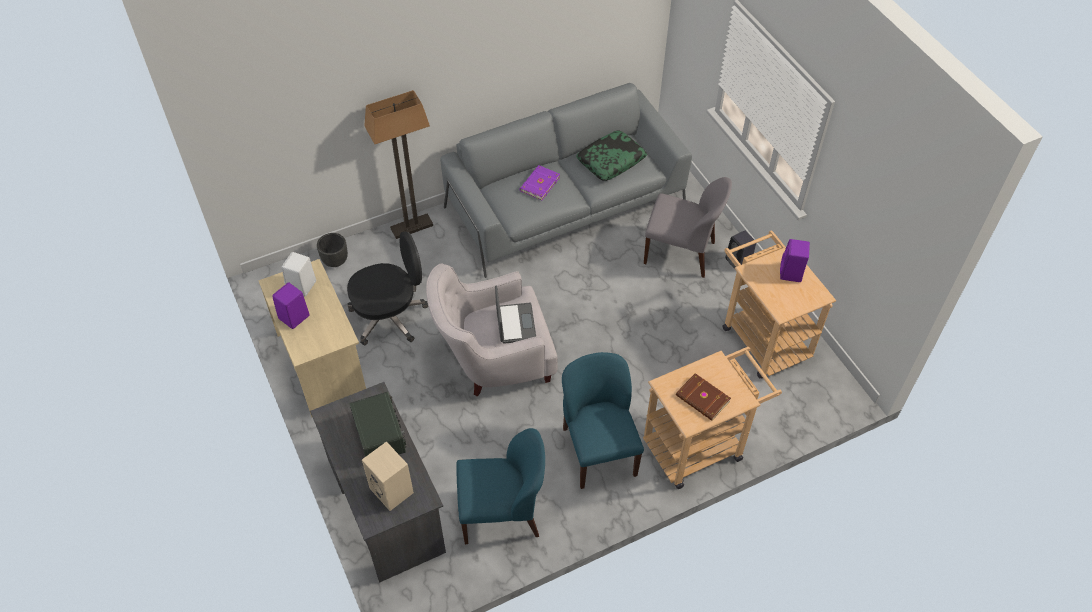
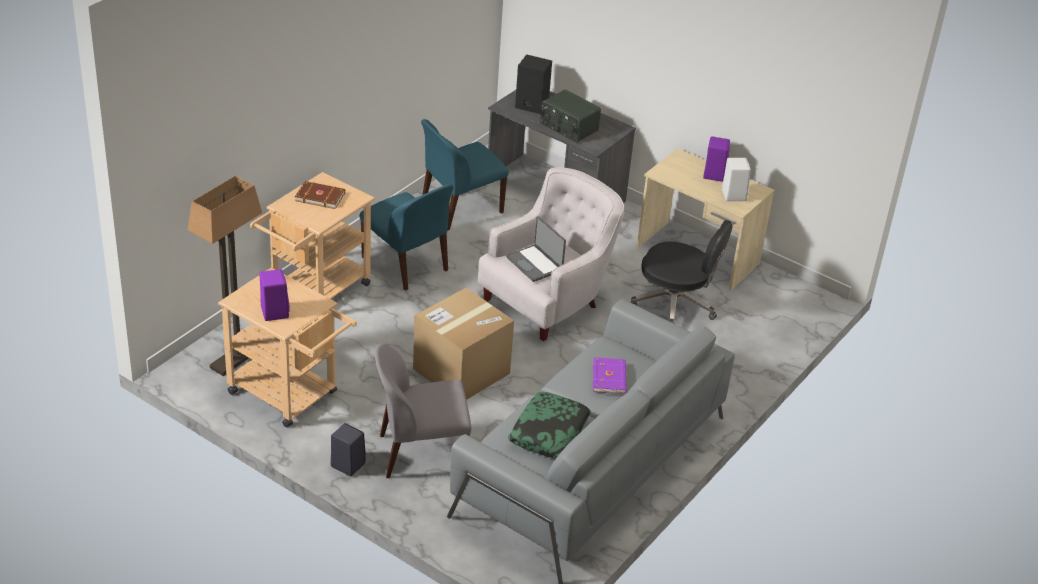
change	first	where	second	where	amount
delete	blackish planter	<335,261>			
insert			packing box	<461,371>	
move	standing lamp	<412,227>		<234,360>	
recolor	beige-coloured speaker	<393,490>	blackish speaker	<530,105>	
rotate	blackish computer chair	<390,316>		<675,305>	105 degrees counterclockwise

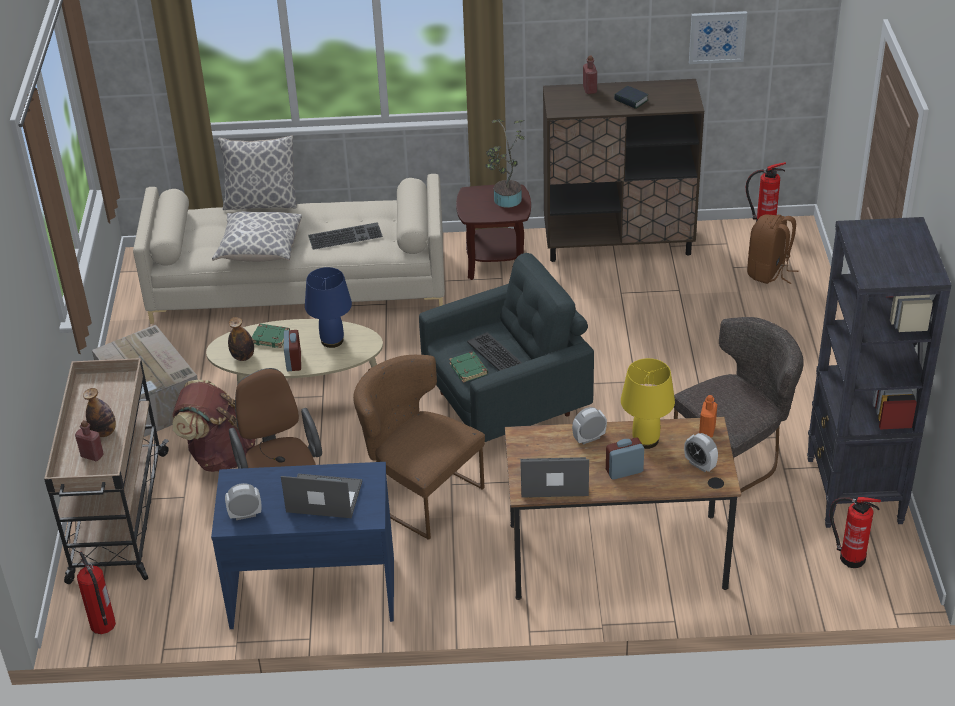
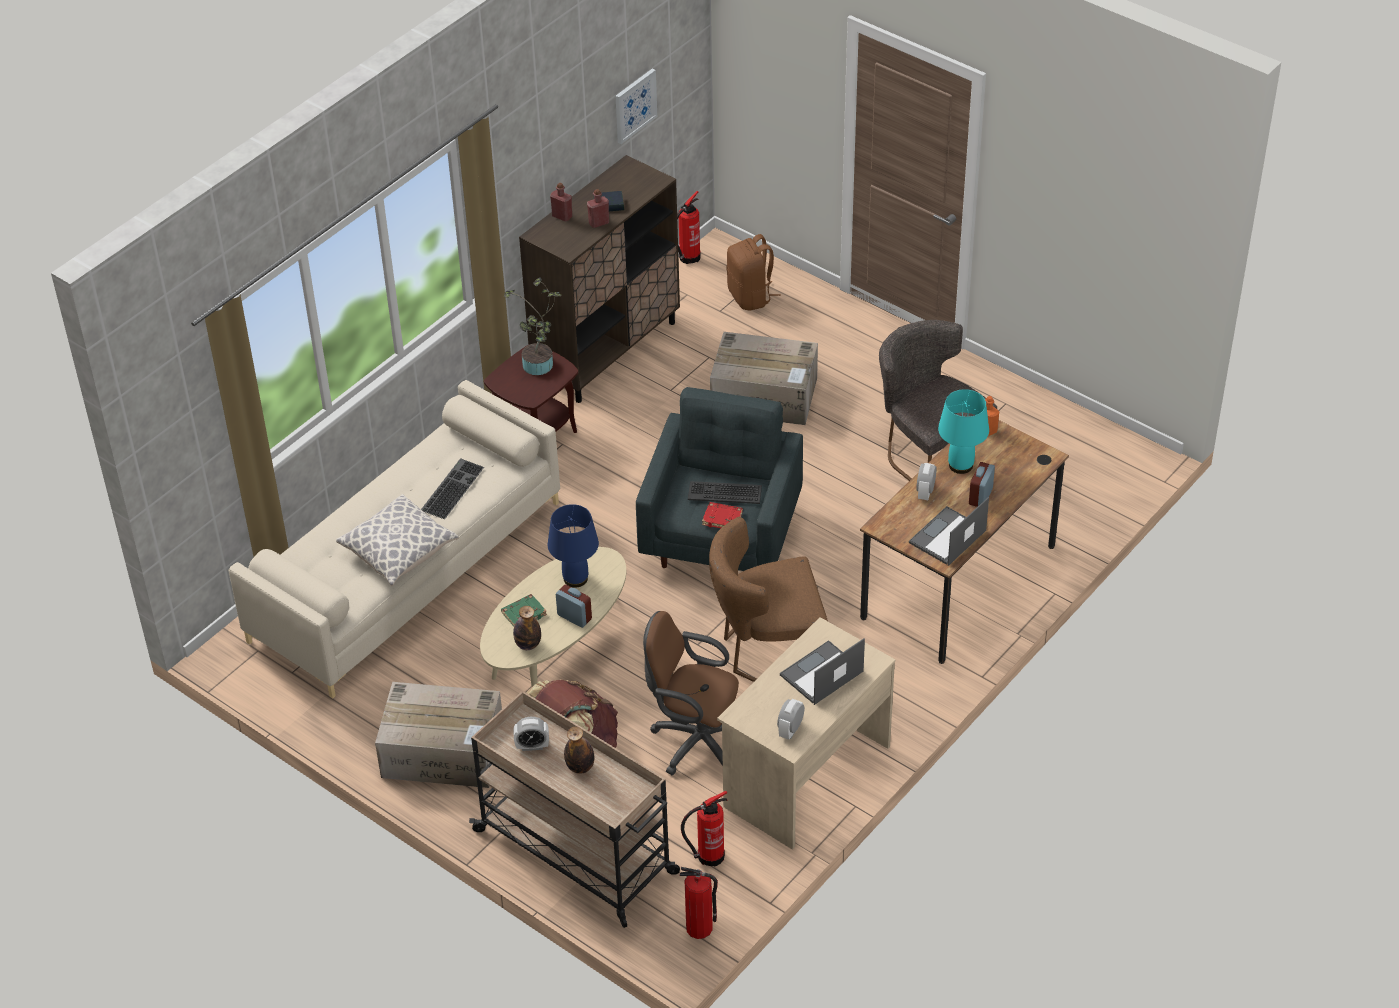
change	first	where	second	where	amount
delete	throw pillow	<261,203>			
delete	blackish bookcase	<854,491>			
insert			packing box	<765,395>	
move	red bottle	<92,455>		<599,223>	
move	alarm clock	<700,465>		<532,746>	
move	extinguisher	<850,557>		<708,856>	
recolor	blue-coloured desk unit	<312,591>	beige-coloured desk unit	<805,775>	
recolor	greenish volume	<469,369>	red volume	<723,518>	
recolor	yellow-coloured lamp for a table	<646,439>	turquoise lamp for a table	<960,465>	
rotate	gray chair	<735,455>		<928,452>	45 degrees counterclockwise

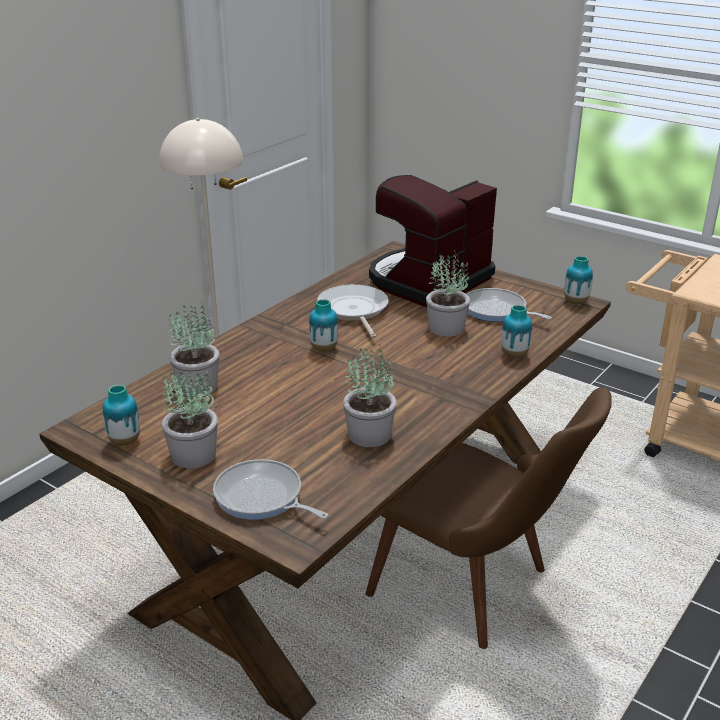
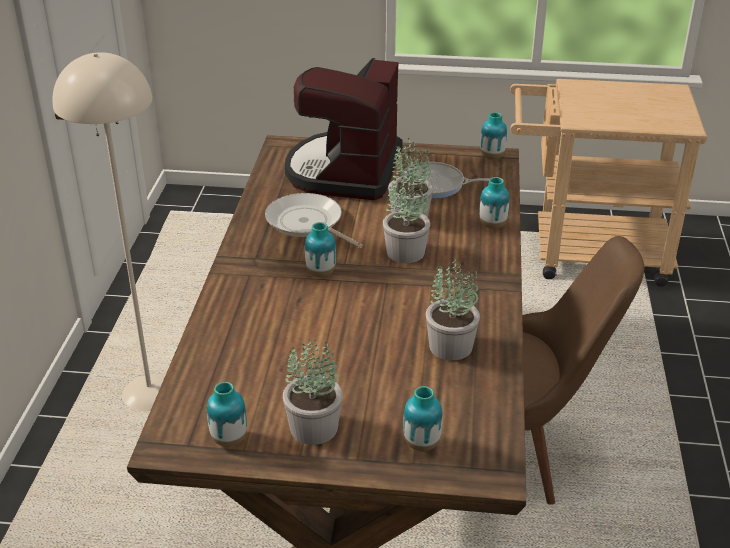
change	first	where	second	where	amount
move	plant in a pot	<197,386>		<404,252>	
replace	frying pan	<262,498>	flower vase	<421,444>	

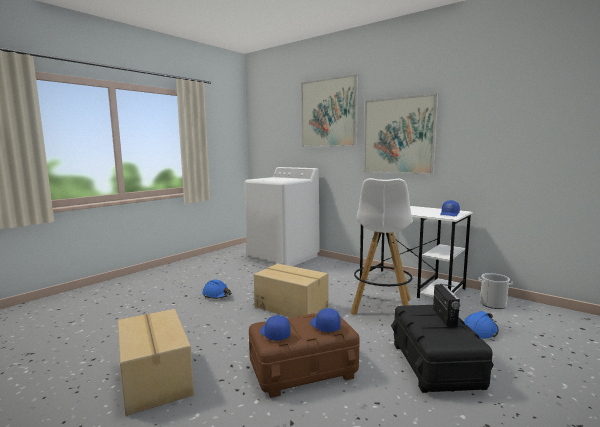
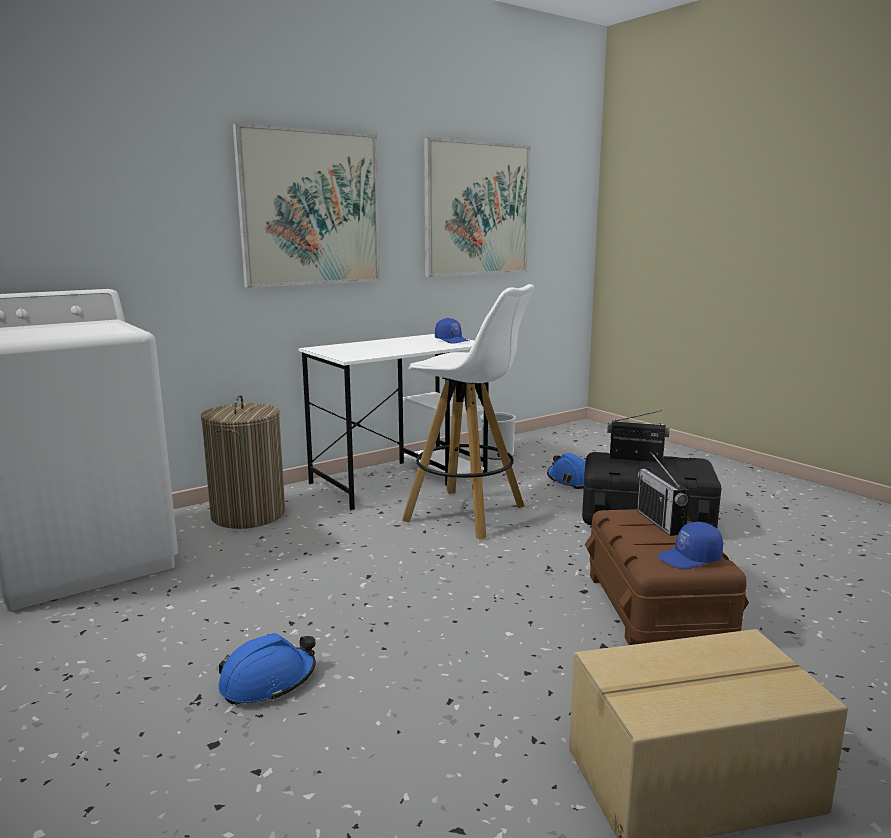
change	first	where	second	where	amount
delete	packing box	<291,306>			
insert			hamper	<248,514>	
move	picture	<329,113>		<477,209>	
replace	blue-coloured cap	<324,326>	radio	<660,522>	

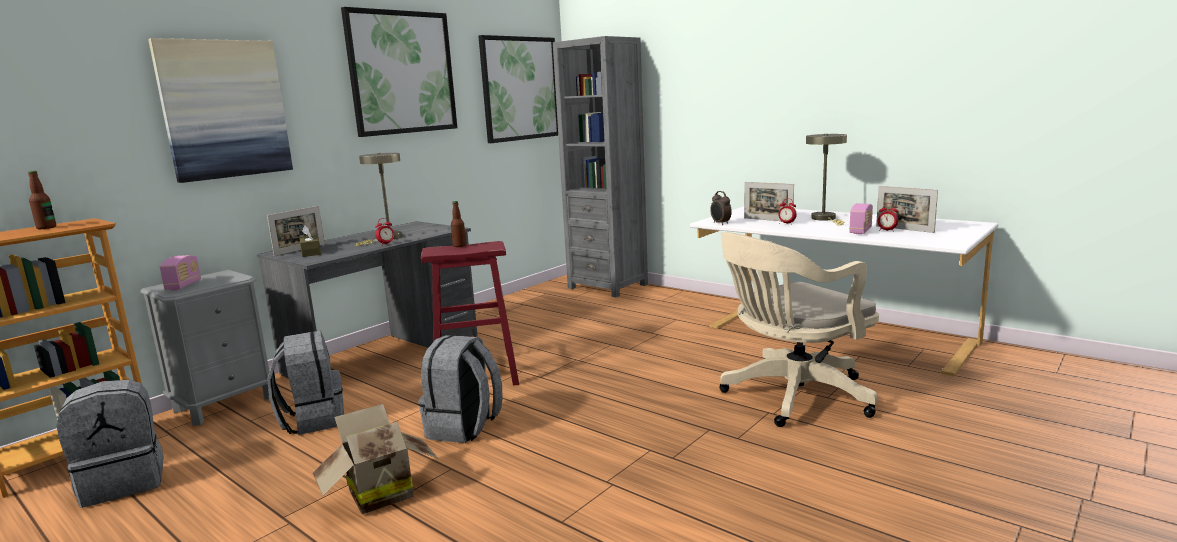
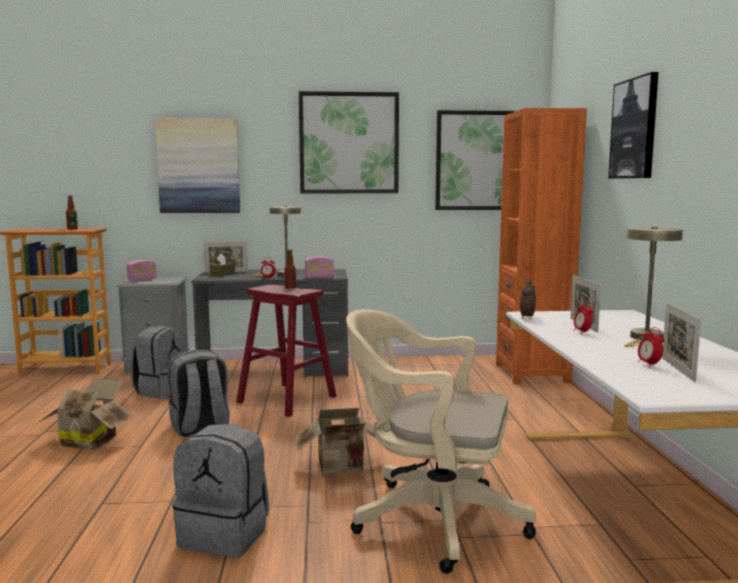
change	first	where	second	where	amount
insert			packing box	<342,468>	
insert			picture	<634,129>	
move	gray rucksack	<125,482>		<225,535>	
move	radio	<860,231>		<319,277>	
recolor	gray bookcase	<608,286>	orange-coloured bookcase	<532,373>	

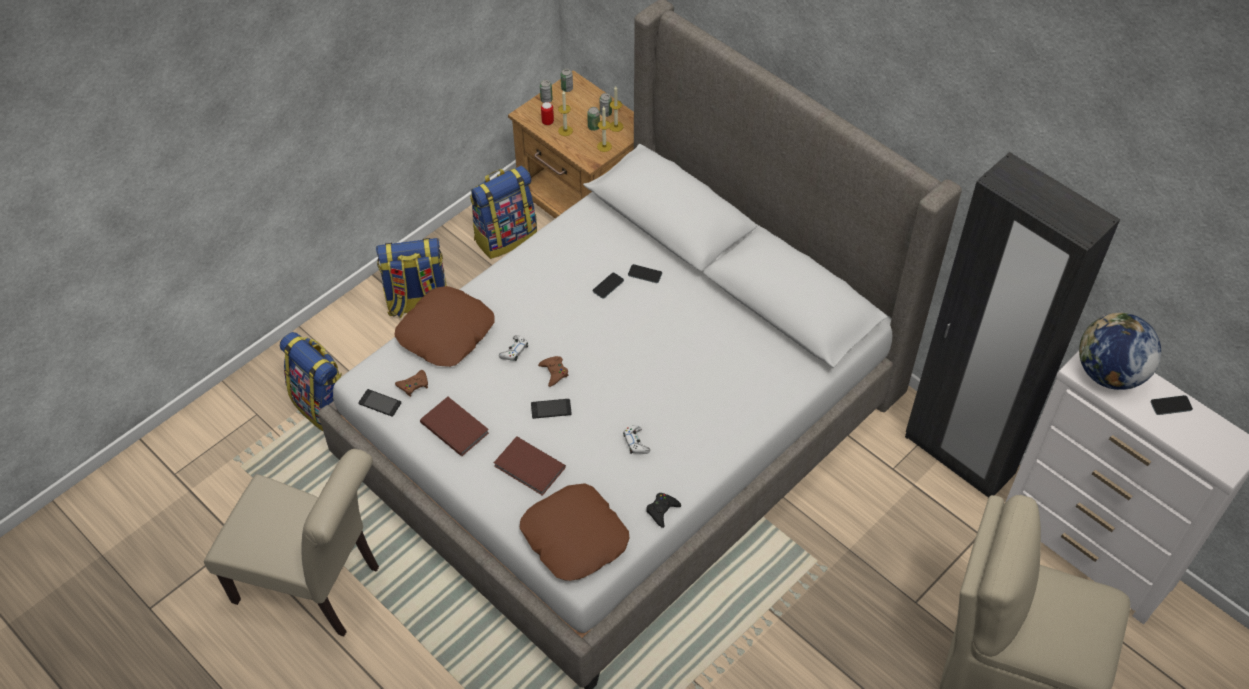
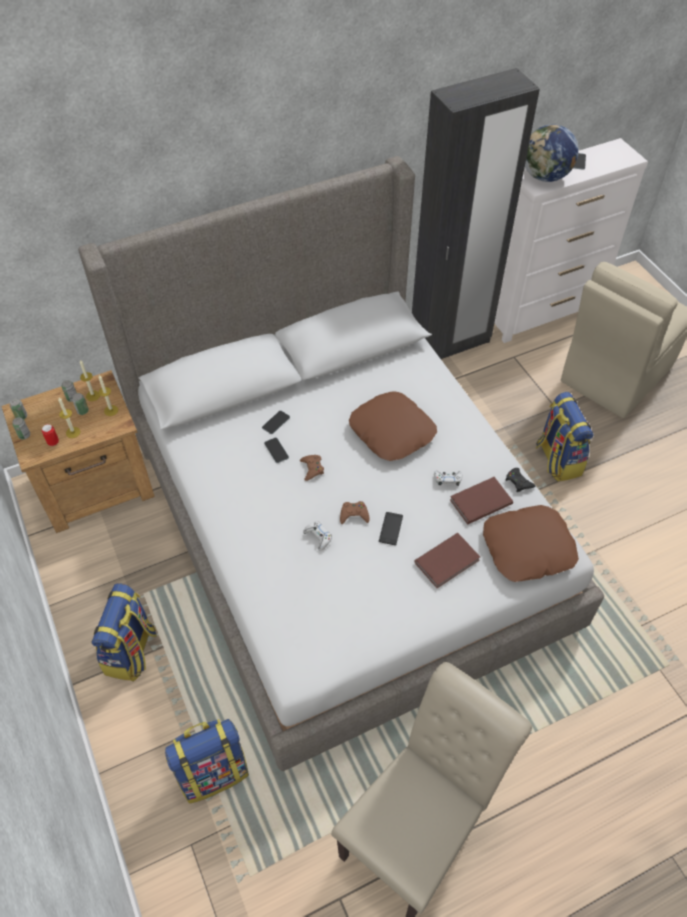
change	first	where	second	where	amount
delete	handset	<380,403>			
move	brown throw pillow	<446,333>		<392,431>	
move	brown game controller	<413,385>		<312,469>	
move	brown volume	<455,426>		<479,501>	
move	rucksack	<505,237>		<557,459>	

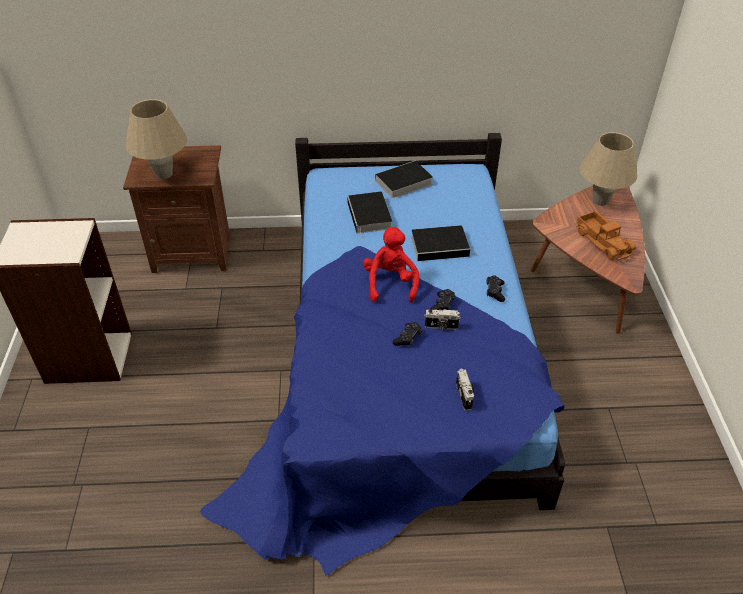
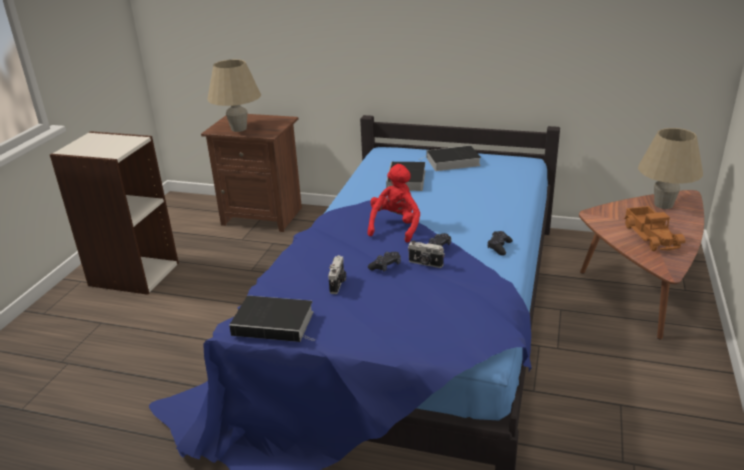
change	first	where	second	where	amount
move	volume	<441,246>		<276,323>	
move	photo camera	<465,396>		<338,283>	

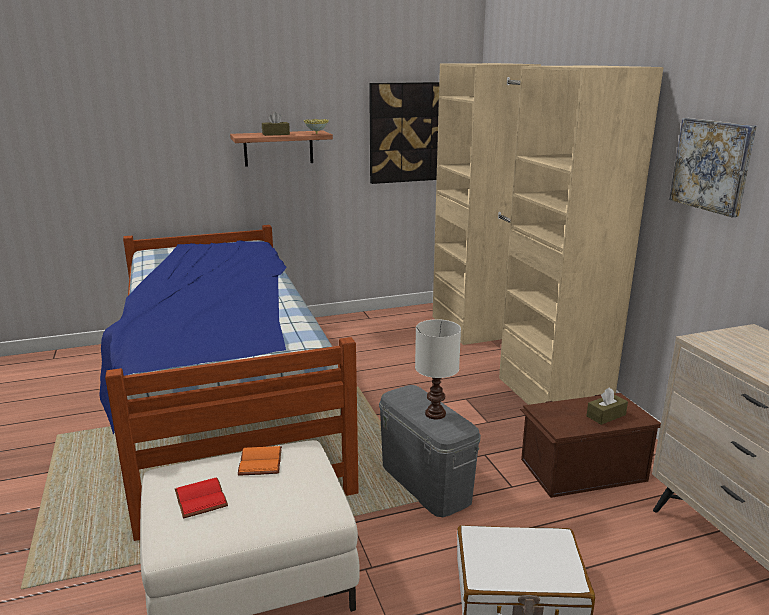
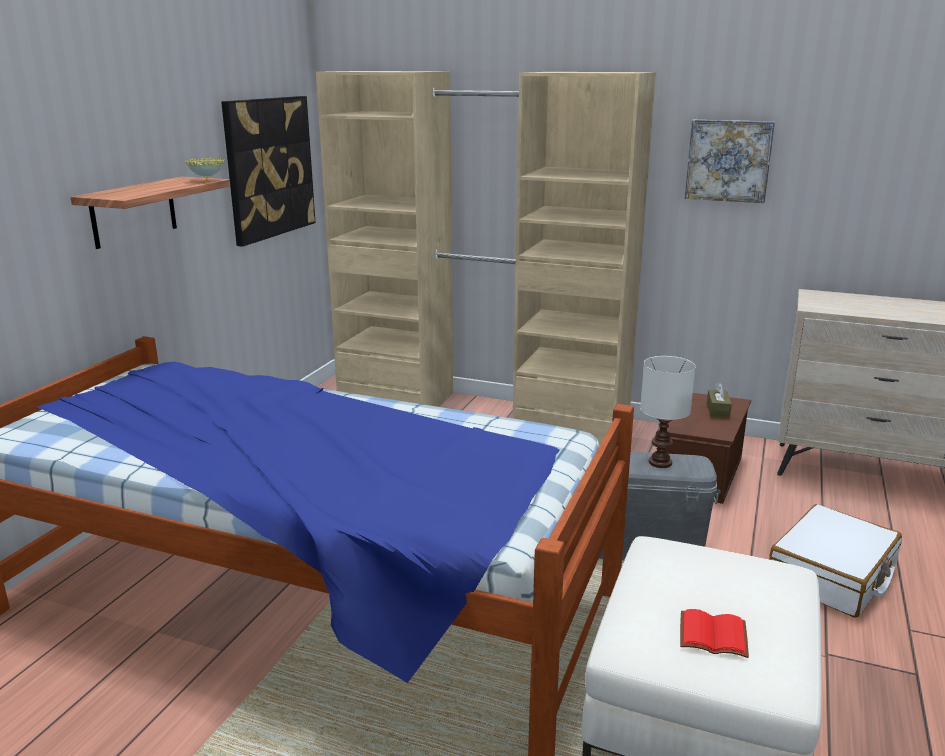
change	first	where	second	where	amount
delete	orange-coloured volume	<262,462>			
delete	brown tissue box	<276,134>			

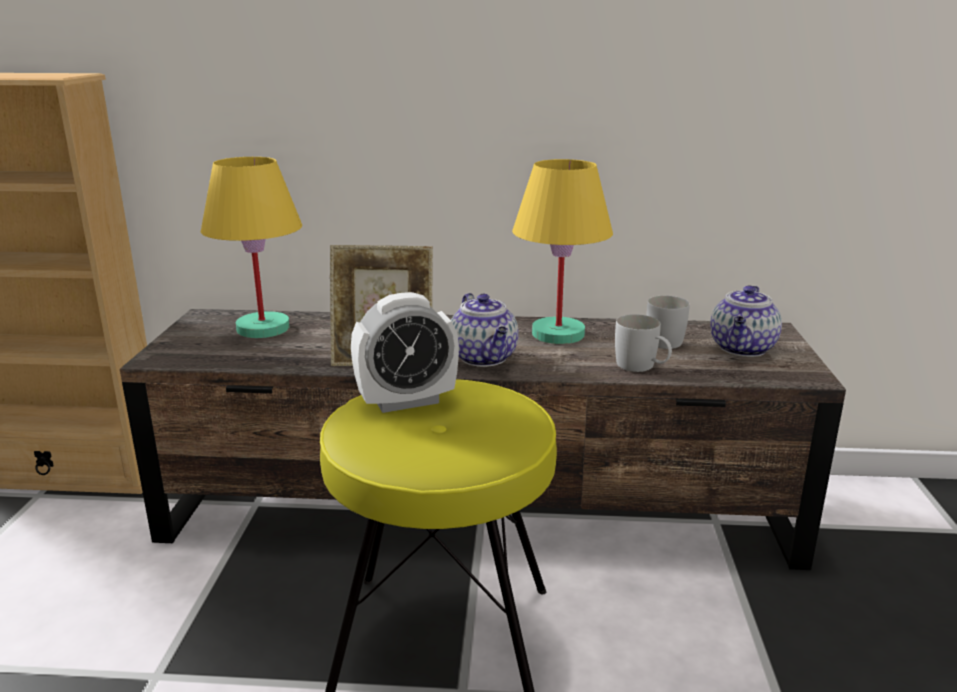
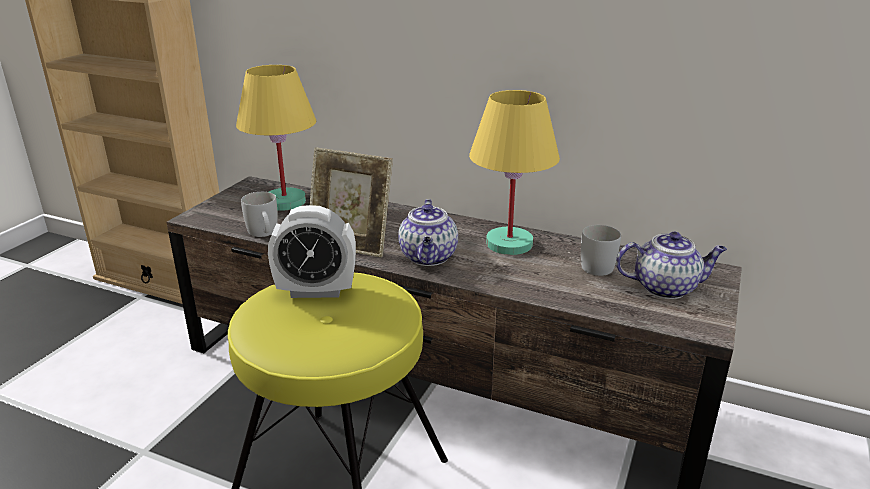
change	first	where	second	where	amount
move	white-coloured coffee mug	<642,367>		<264,233>	
rotate	teapot	<742,349>		<666,287>	135 degrees counterclockwise

